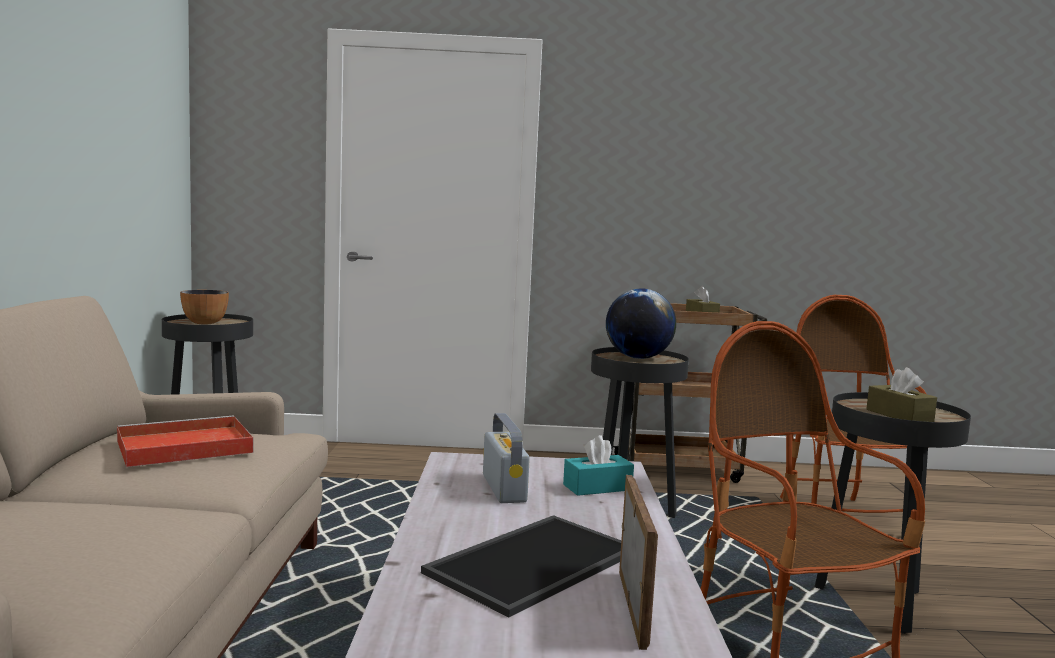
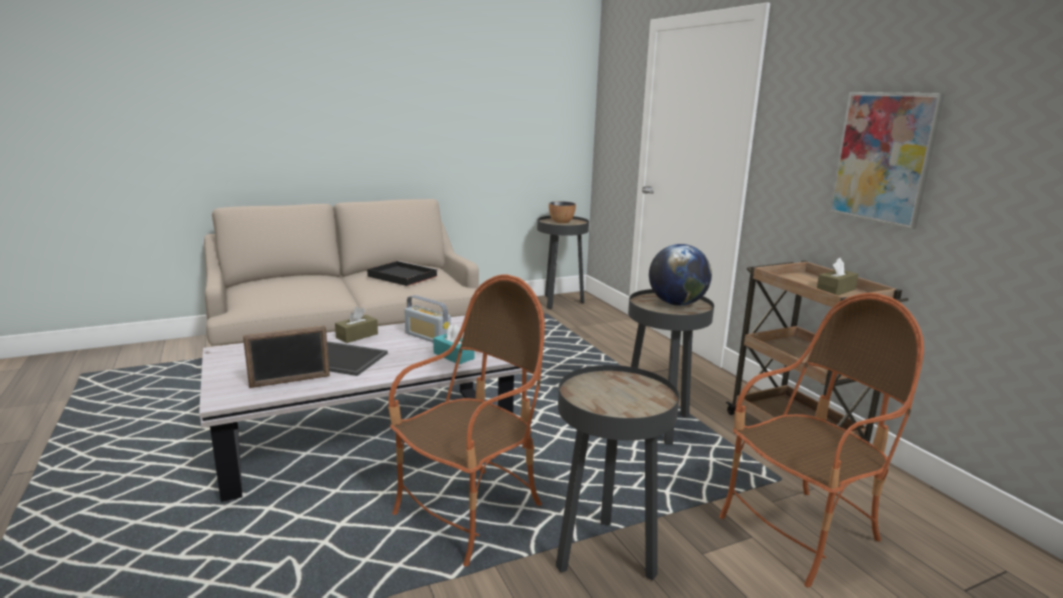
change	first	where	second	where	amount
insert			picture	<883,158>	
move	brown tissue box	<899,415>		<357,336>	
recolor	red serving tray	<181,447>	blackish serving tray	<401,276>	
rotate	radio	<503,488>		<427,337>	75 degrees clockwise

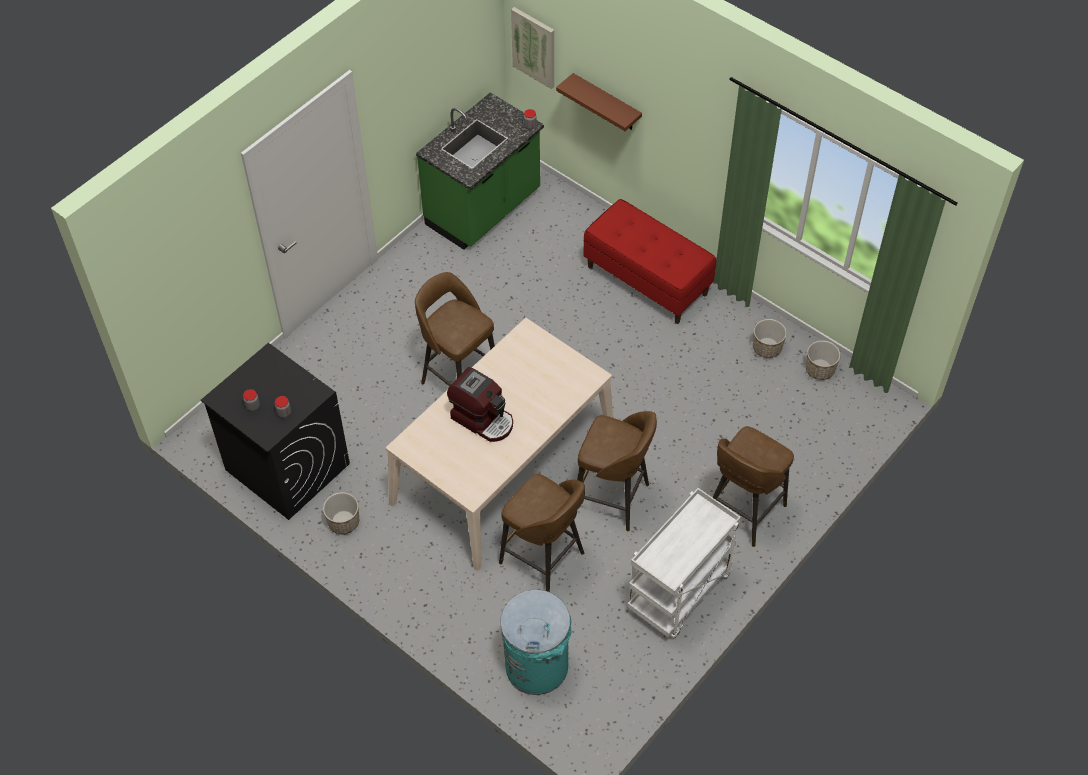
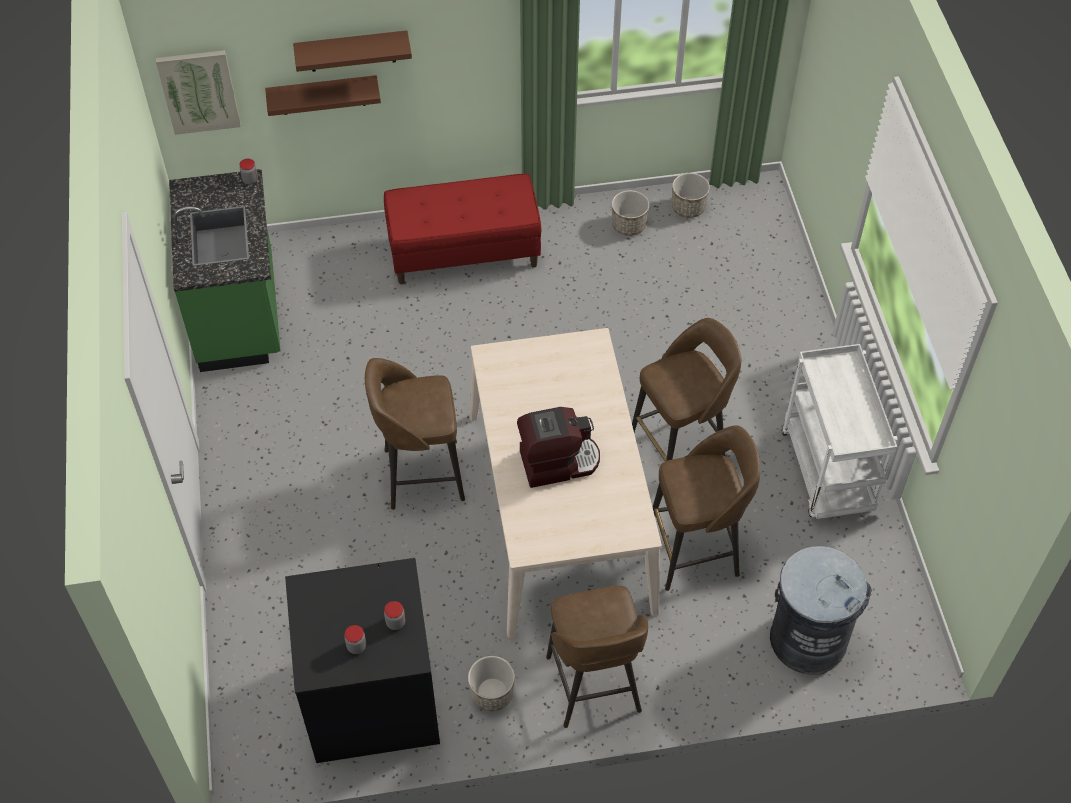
change	first	where	second	where	amount
insert			brown shelf	<352,51>	
move	brown sitting stool	<743,512>		<594,687>	
recolor	turquoise waste bin	<537,665>	gray waste bin	<807,639>	

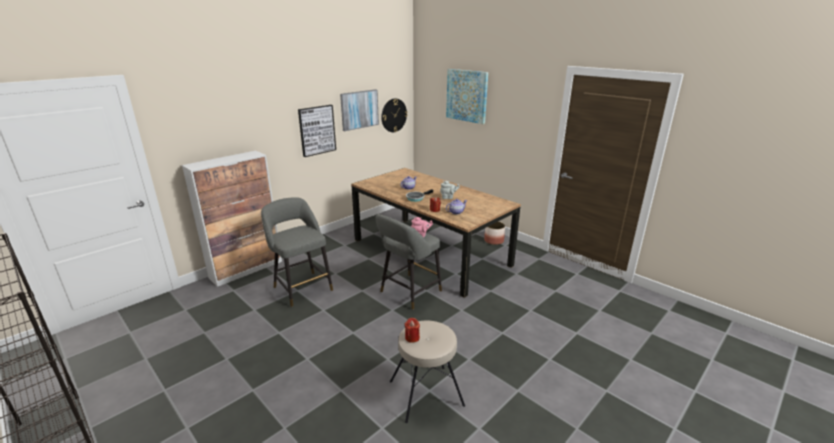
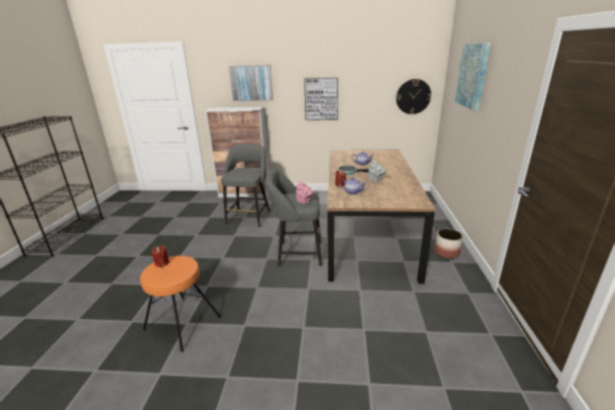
change	first	where	second	where	amount
move	picture	<359,109>		<251,83>	
recolor	beige-coloured sitting stool	<426,393>	orange-coloured sitting stool	<182,323>	

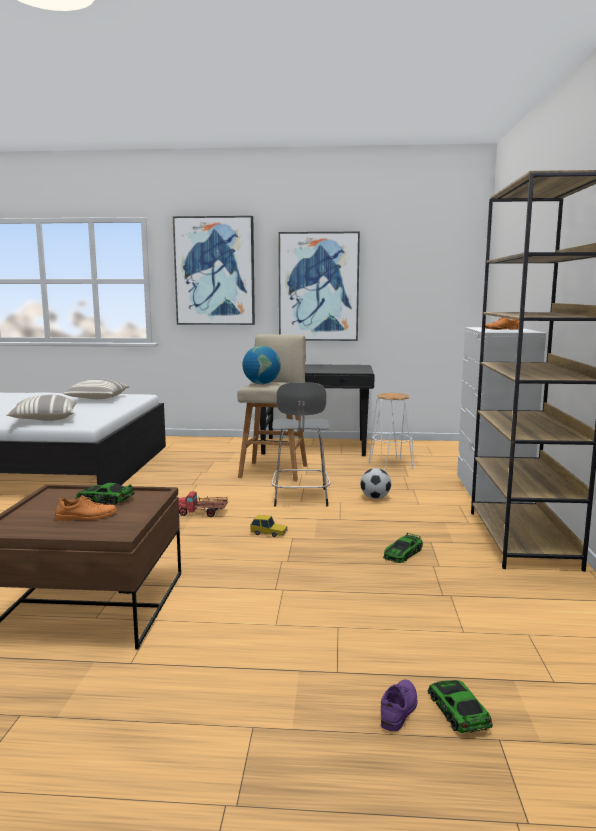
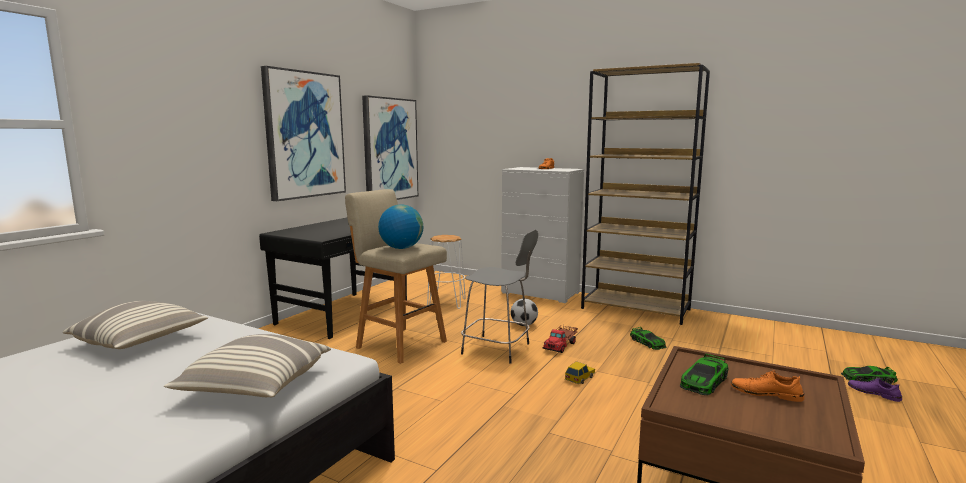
change	first	where	second	where	amount
move	picture	<215,271>		<390,149>	
move	toy lorry	<202,513>		<560,345>	
rotate	orange-coloured low shoe	<86,517>		<766,393>	75 degrees counterclockwise

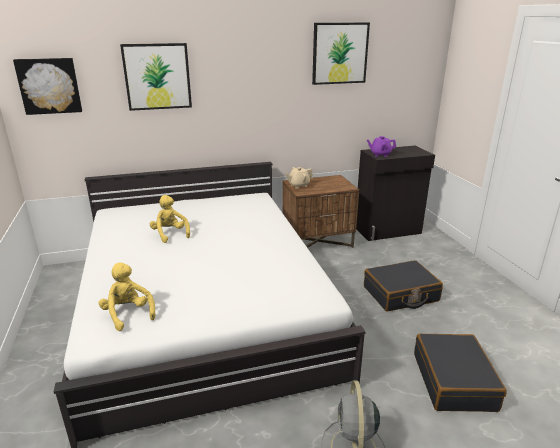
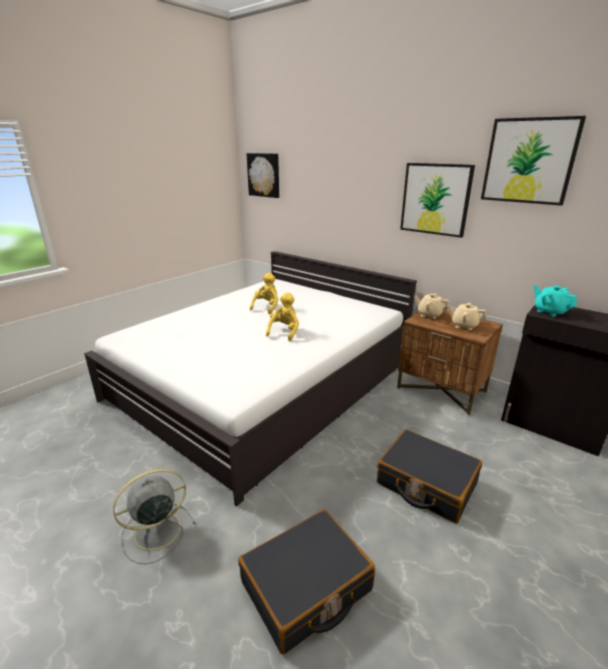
change	first	where	second	where	amount
insert			beige-coloured teapot	<464,325>	
move	yellow-coloured soft toy	<128,314>		<284,332>	
move	picture	<157,76>		<435,199>	
recolor	purple teapot	<380,154>	turquoise teapot	<550,311>	

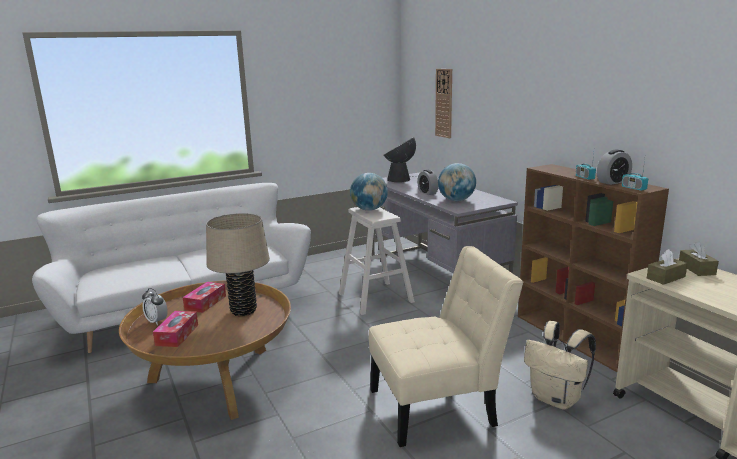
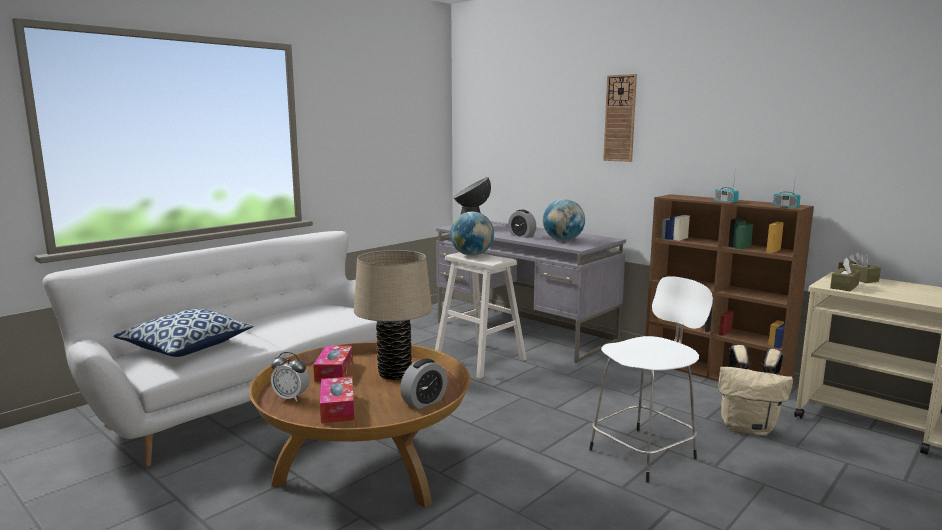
change	first	where	second	where	amount
insert			throw pillow	<187,347>	
move	wall clock	<444,103>		<620,118>	
move	alarm clock	<613,182>		<424,402>	
replace	beige-coloured chair	<438,406>	white-coloured sitting stool	<645,453>	

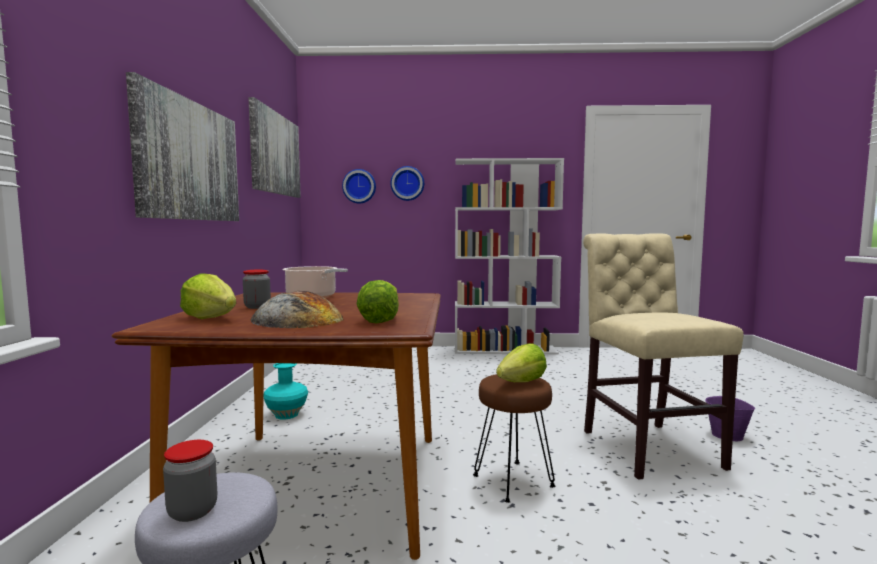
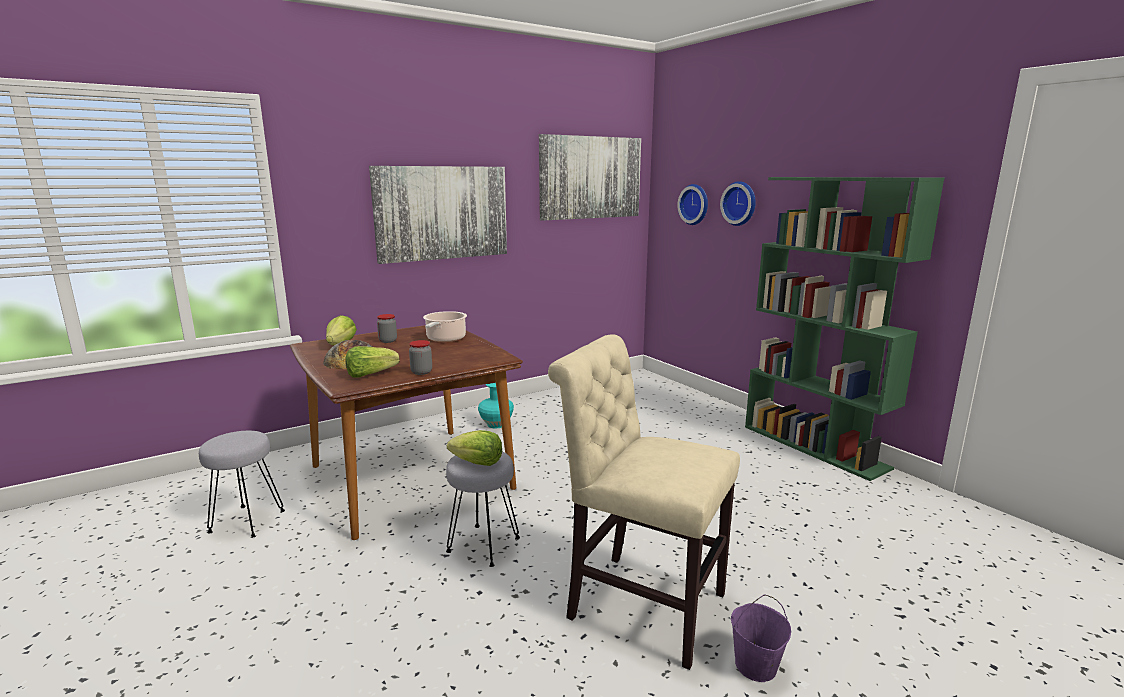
change	first	where	second	where	amount
move	storage jar	<192,511>		<421,372>	
recolor	white-coloured bookcase	<505,350>	greenish bookcase	<814,447>	
recolor	brown sitting stool	<513,481>	gray sitting stool	<483,545>	
rotate	beige-coloured chair	<646,446>		<638,603>	105 degrees counterclockwise

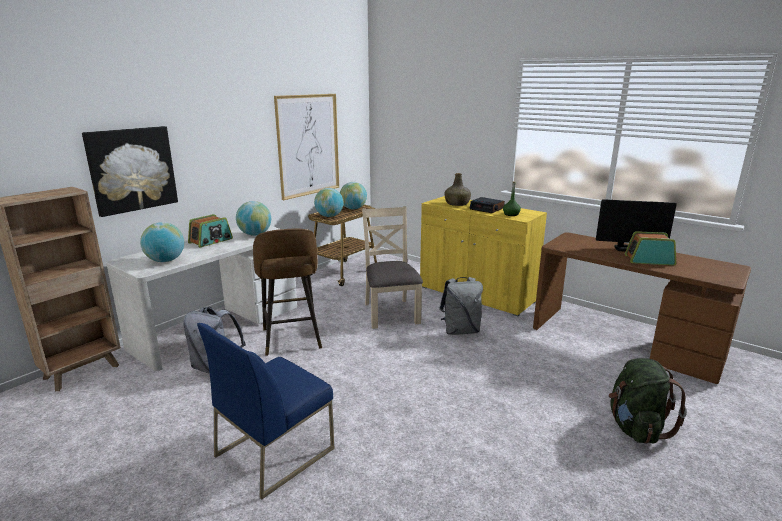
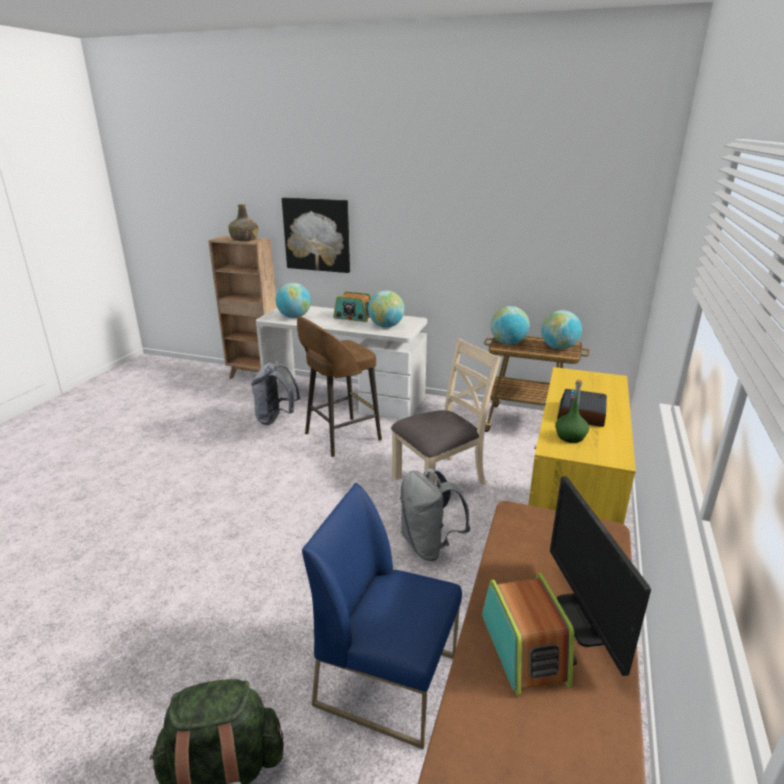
change	first	where	second	where	amount
delete	picture	<308,145>			
move	blue-coloured chair	<275,451>		<388,679>	
move	greenish bottle	<457,204>		<244,239>	

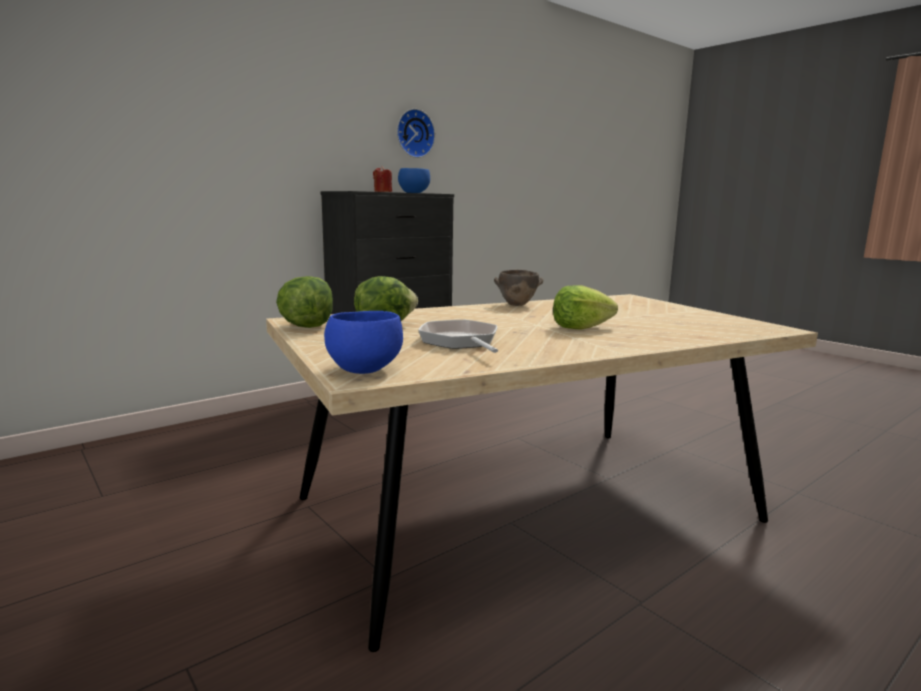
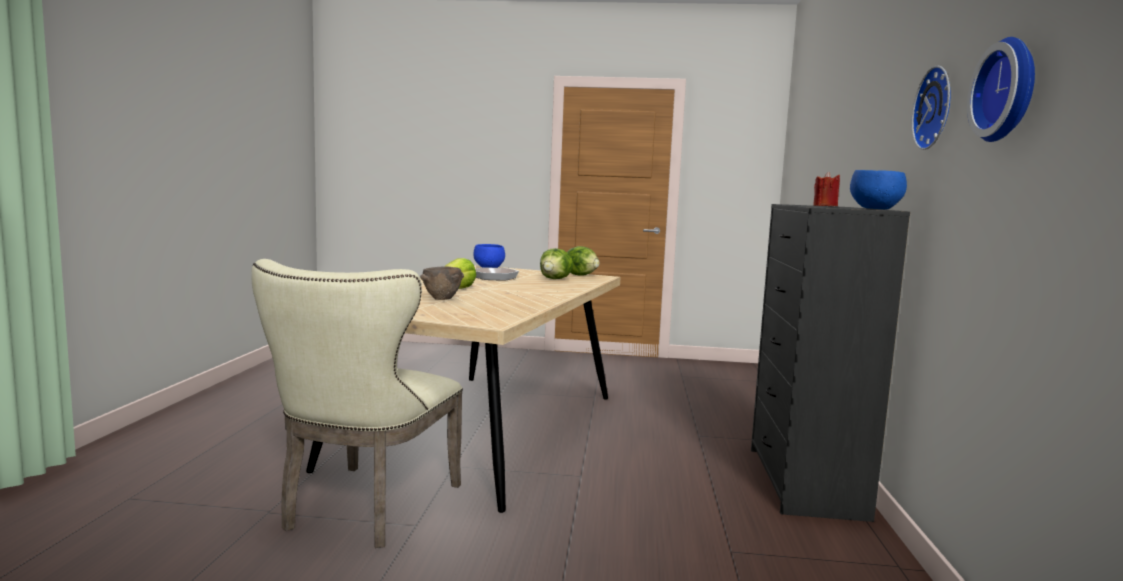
change	first	where	second	where	amount
insert			beige-coloured chair	<365,510>	
insert			wall clock	<1009,90>	
move	brown deep dish	<516,305>		<442,299>	

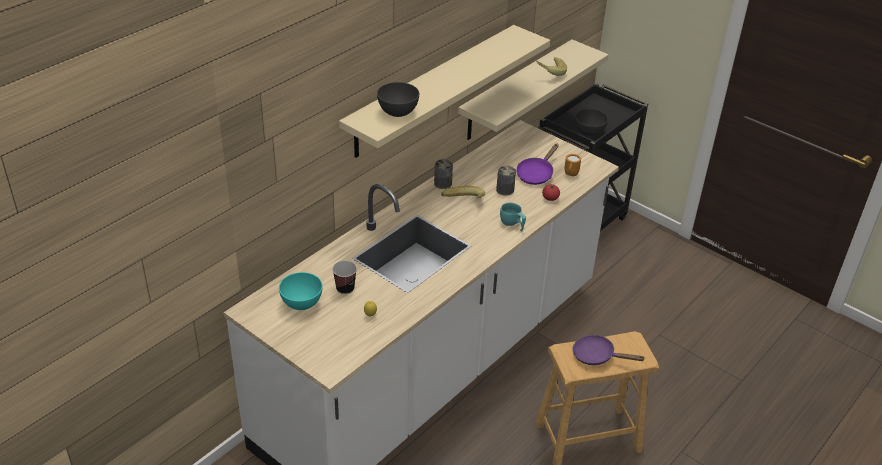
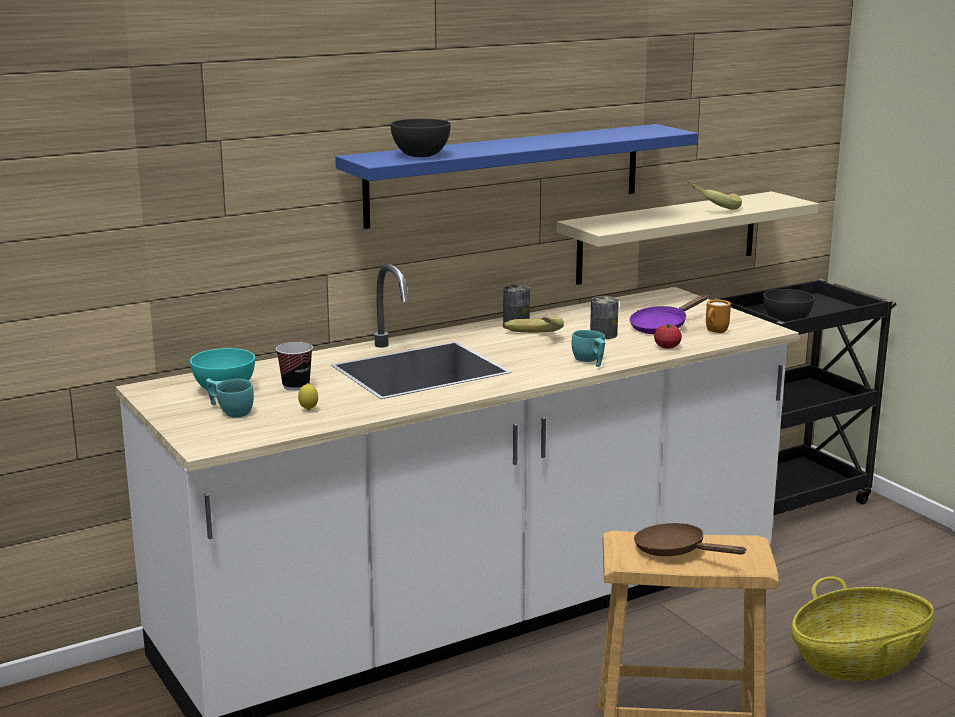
change	first	where	second	where	amount
insert			turquoise small cup	<230,411>	
insert			basket	<859,660>	
recolor	beige-coloured shelf	<432,90>	blue-coloured shelf	<506,174>	
recolor	purple frying pan	<597,356>	brown frying pan	<676,551>	

